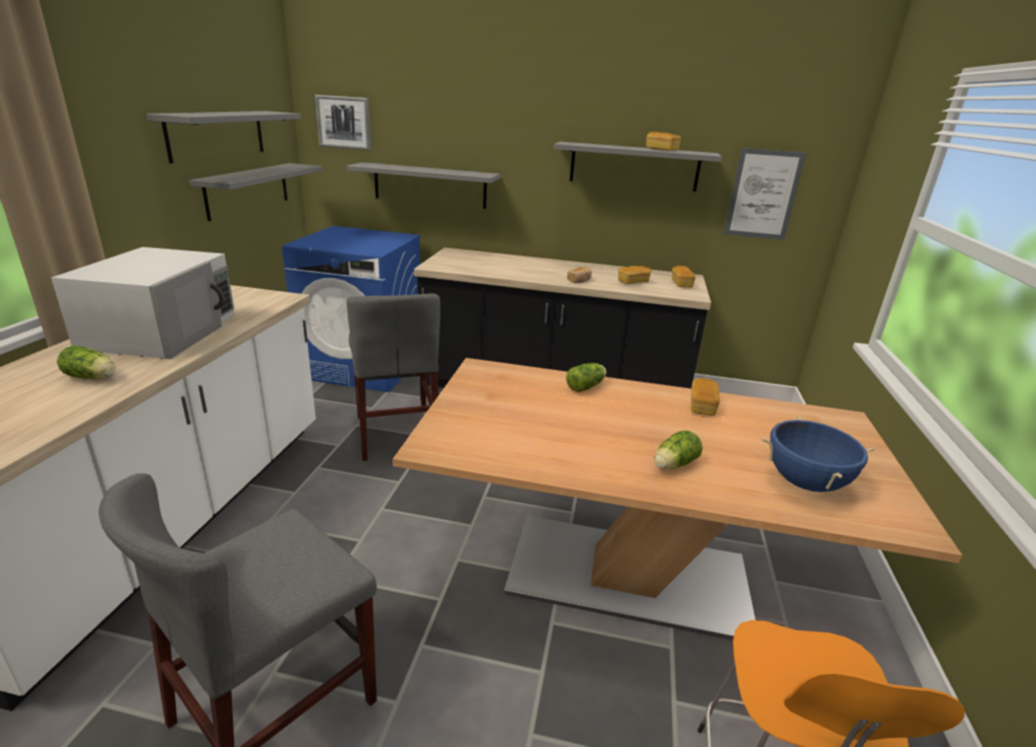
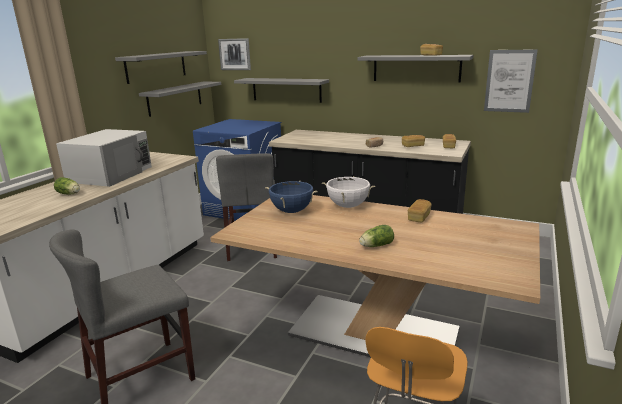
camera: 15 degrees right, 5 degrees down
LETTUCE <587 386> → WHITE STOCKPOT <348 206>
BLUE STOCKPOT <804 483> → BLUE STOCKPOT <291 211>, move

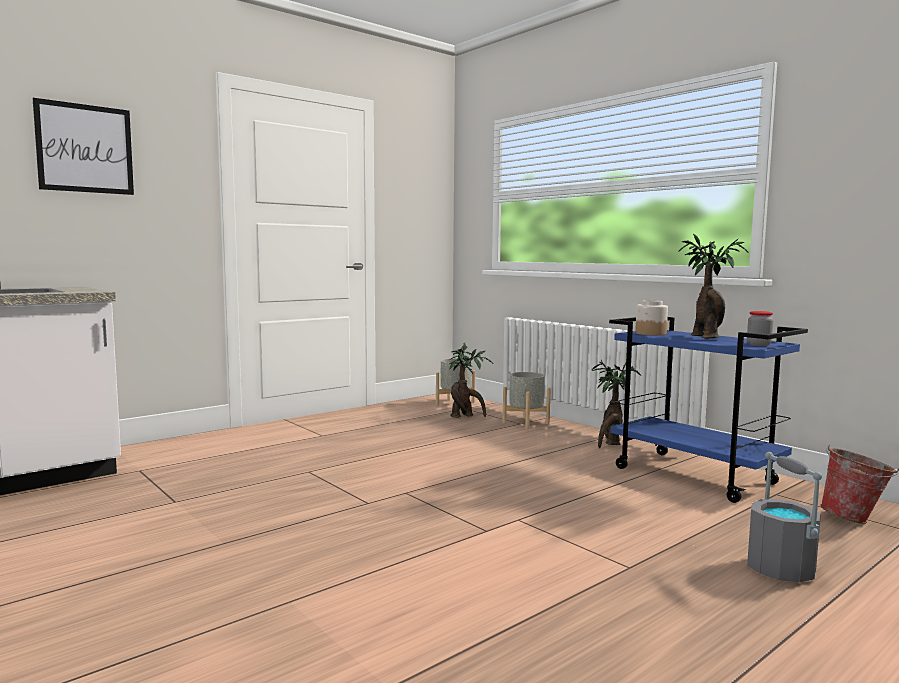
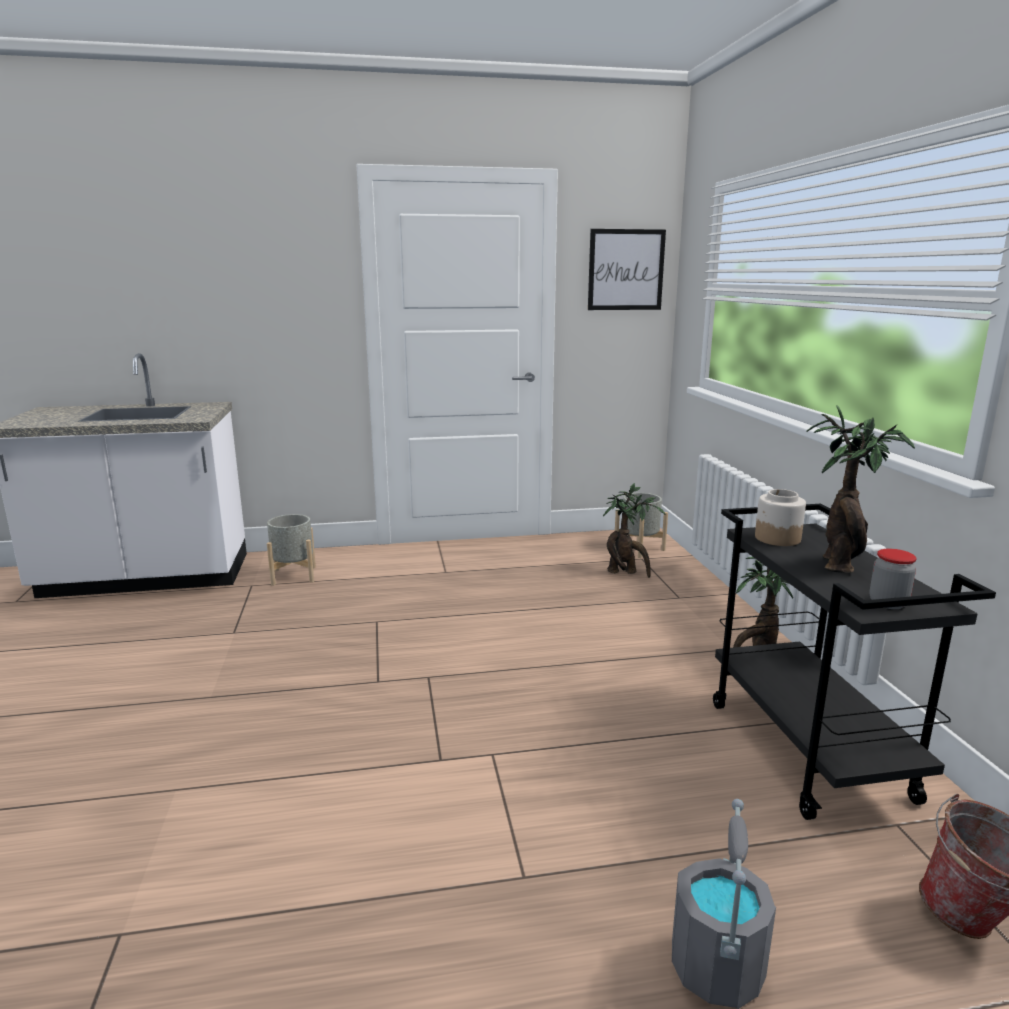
camera: 30 degrees right, 10 degrees up
WALL PICTURE <85 148> → WALL PICTURE <626 270>, move
GRAY PLANTER <525 423> → GRAY PLANTER <294 575>, move
BLUE CART <696 476> → BLACKISH CART <810 751>

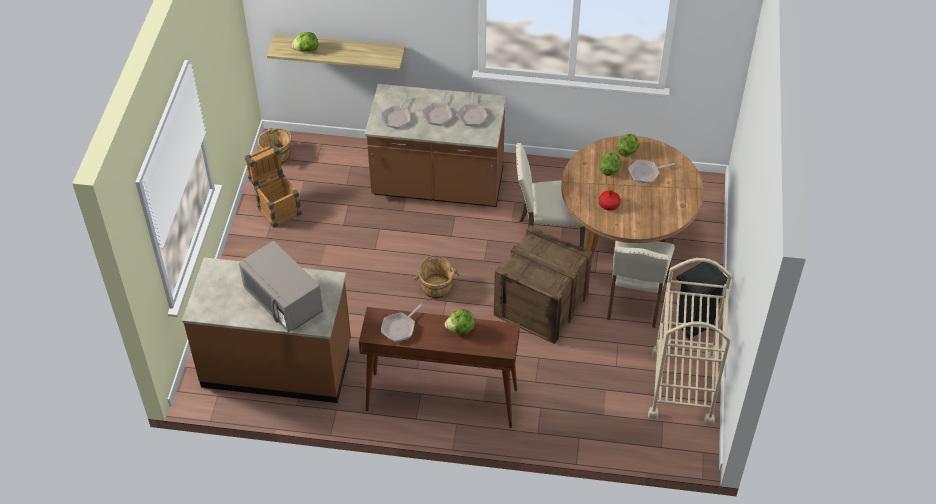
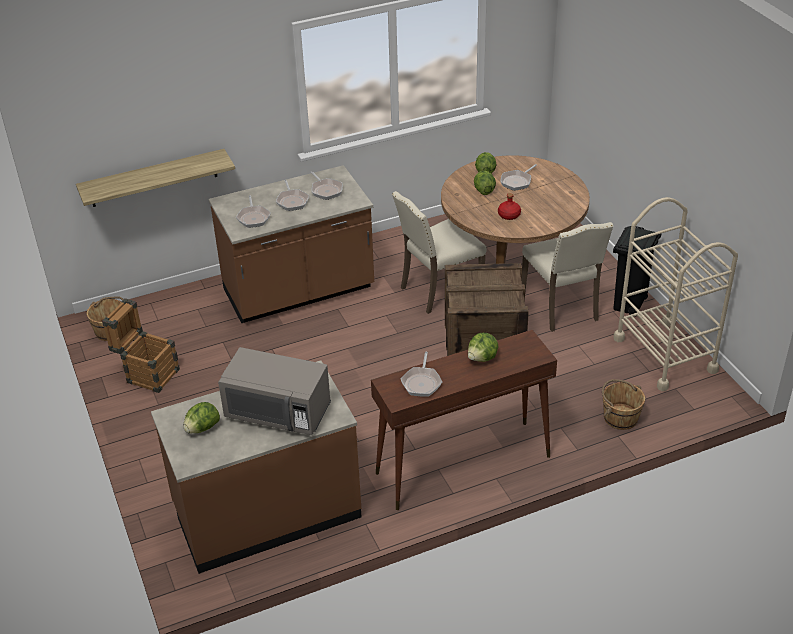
camera: 30 degrees left, 10 degrees down
LETTUCE <306 50> → LETTUCE <202 428>, move
BROWN PAIL <436 287> → BROWN PAIL <620 417>, move

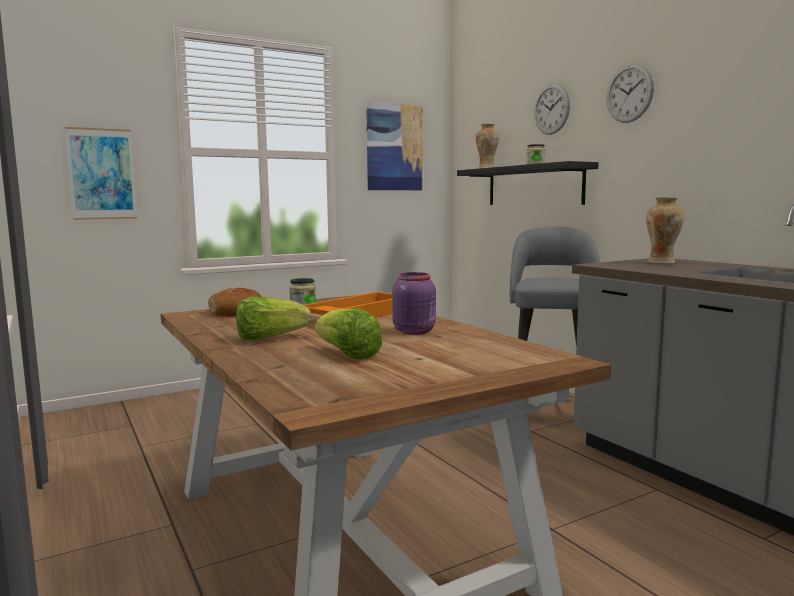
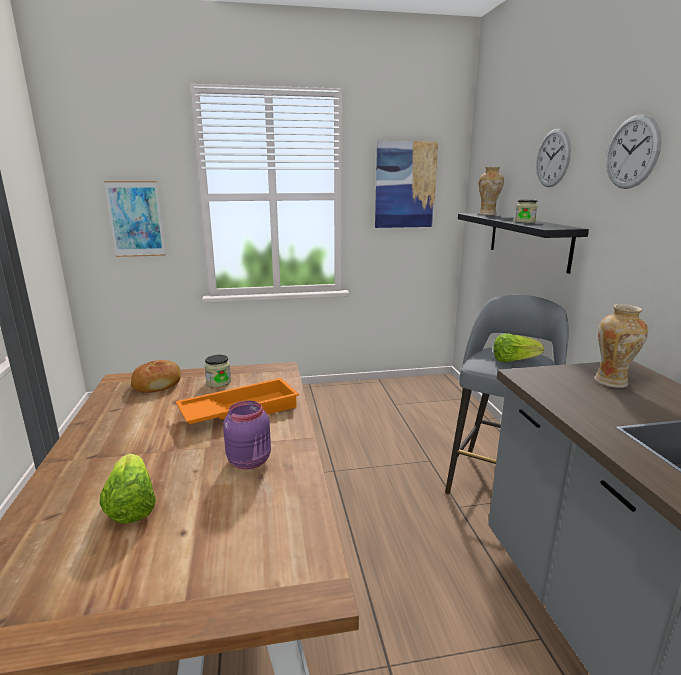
camera: 20 degrees right, 10 degrees up
LETTUCE <269 338> → LETTUCE <513 360>, move

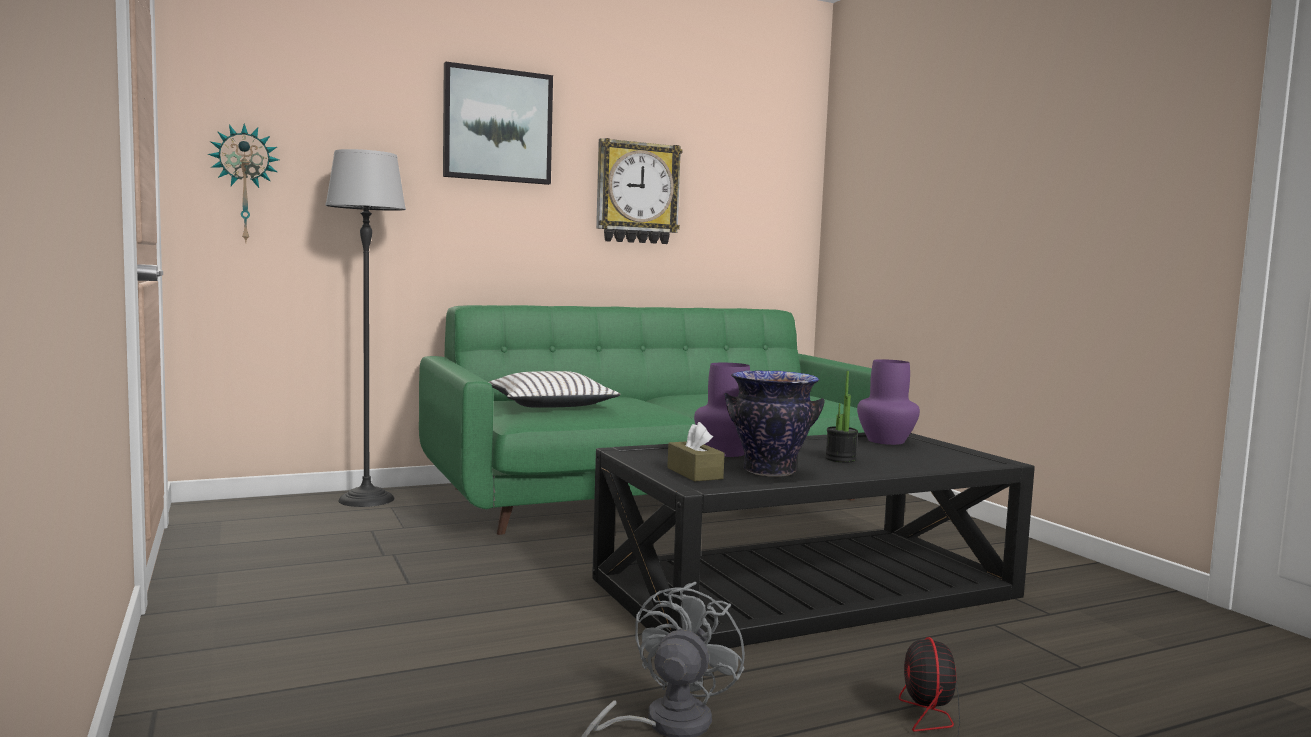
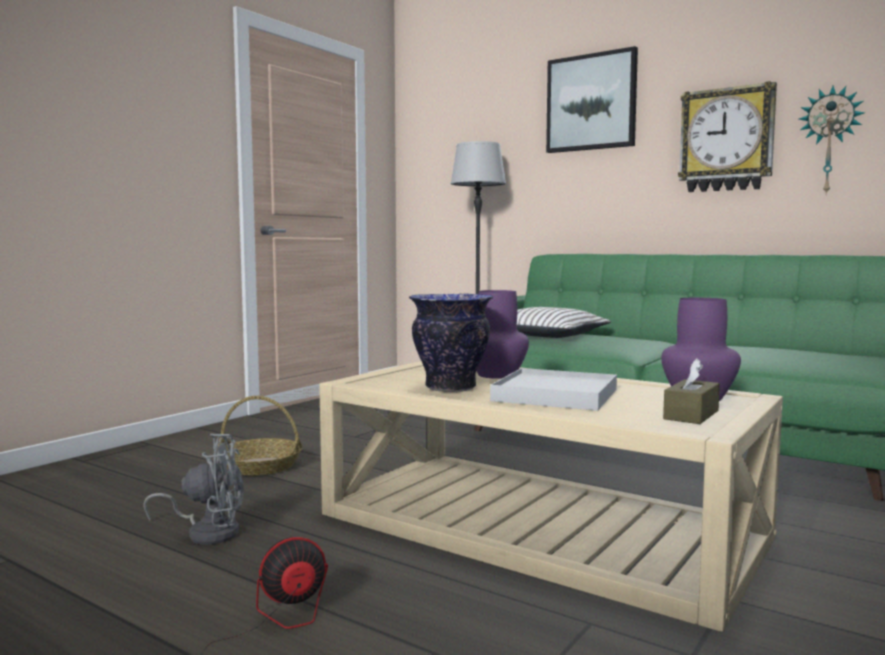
camera: 60 degrees right, 0 degrees up
WALL CLOCK <244 184> → WALL CLOCK <830 141>, move
BLACKISH LOUNGE TABLE <805 587> → SAND-COLOURED LOUNGE TABLE <539 525>
BROWN BOX OF TISSUES <694 473> → BROWN BOX OF TISSUES <691 415>, move
POTTED PLANT <840 459> → WHITE TRAY <555 395>
- → HOUSEHOLD BASKET <260 466>

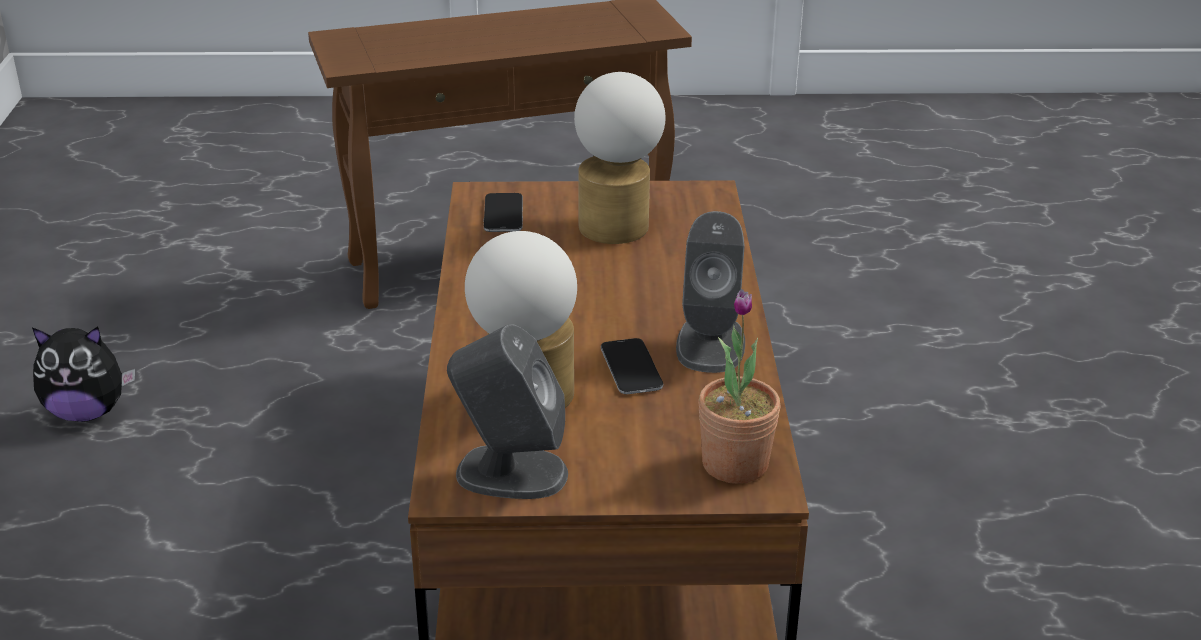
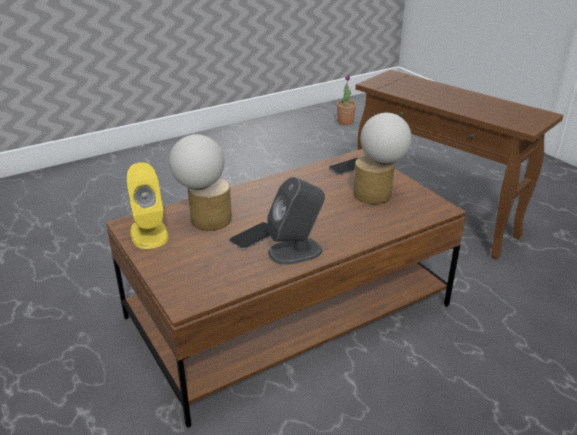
camera: 60 degrees right, 0 degrees up
SOFT TOY <87 412> → -
GRAY SPEAKER <510 473> → YELLOW-COLOURED SPEAKER <149 233>
POTTED PLANT <735 464> → POTTED PLANT <345 122>, move

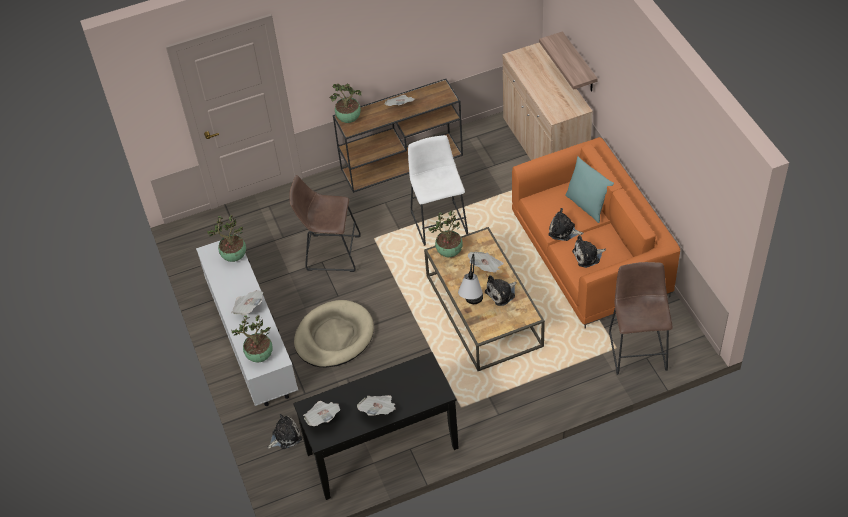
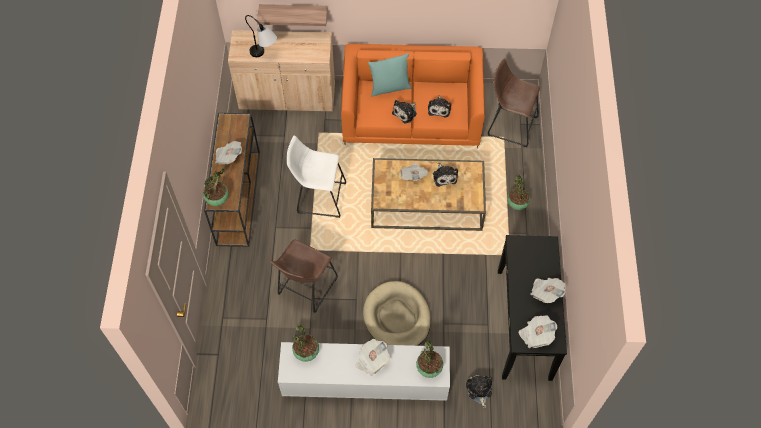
camera: 70 degrees left, 10 degrees up
POTTED PLANT <448 252> → POTTED PLANT <517 205>, move
LAMP FOR A TABLE <472 307> → LAMP FOR A TABLE <265 56>, move

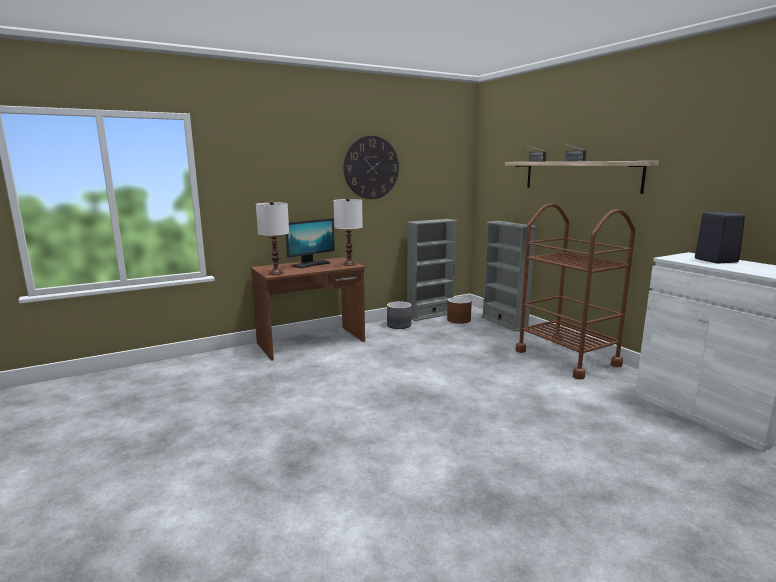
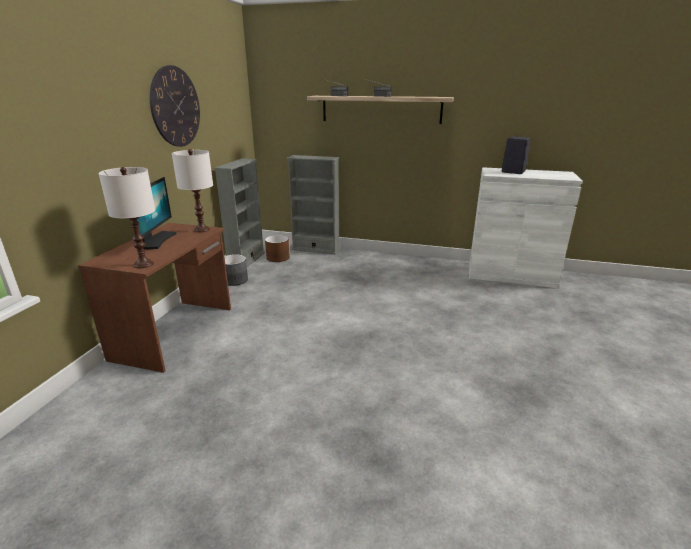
camera: 45 degrees left, 10 degrees up
BROWN CART <566 358> → -

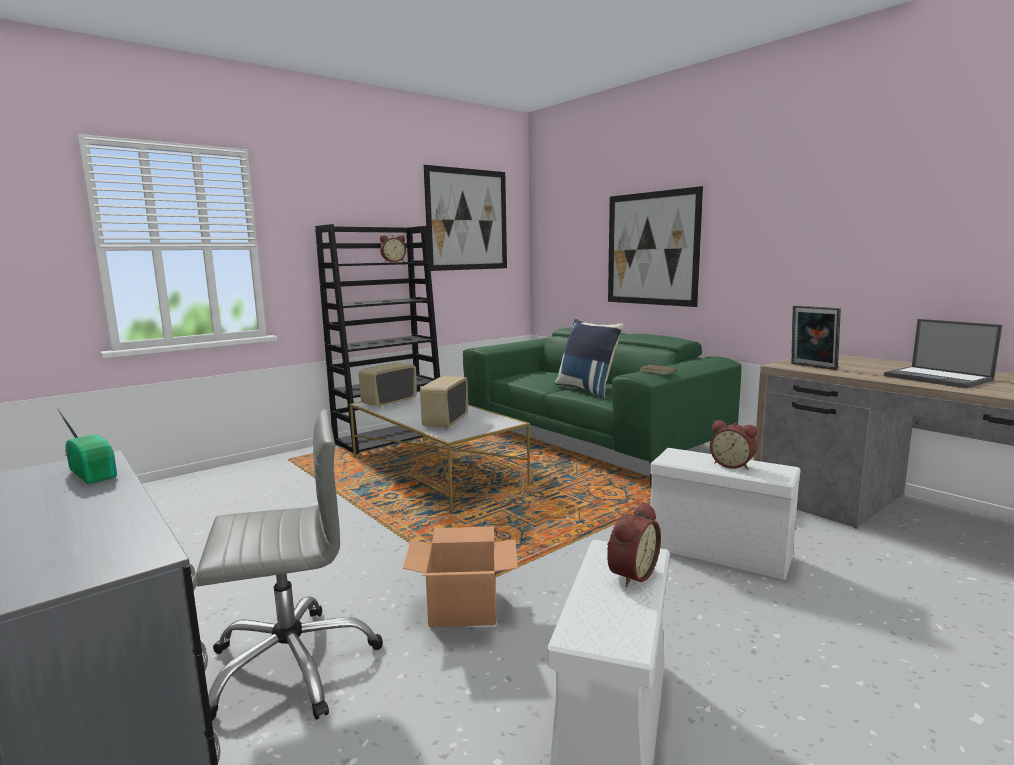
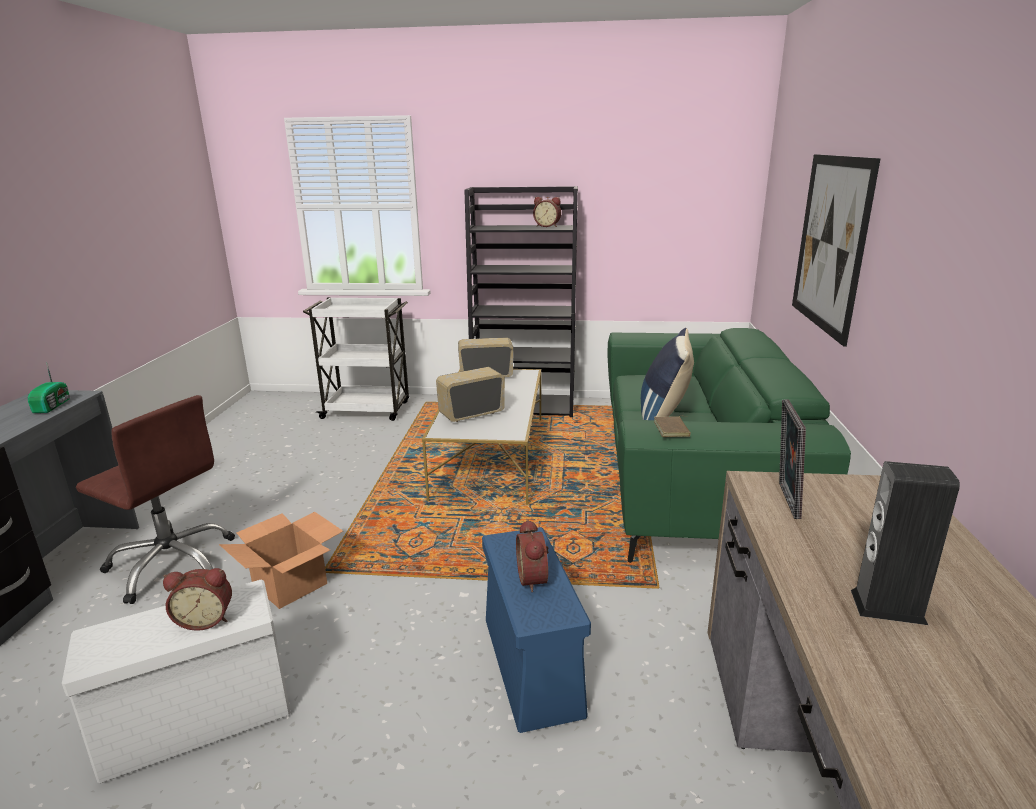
camera: 45 degrees right, 10 degrees up
GRAY DESK CHAIR <291 664> → BROWN DESK CHAIR <172 563>
WALL PICTURE <467 220> → -
WHITE STORAGE BIN <721 552> → BLUE STORAGE BIN <533 667>
LAPTOP <938 378> → SPEAKER <888 607>
- → WHITE CART <368 410>

